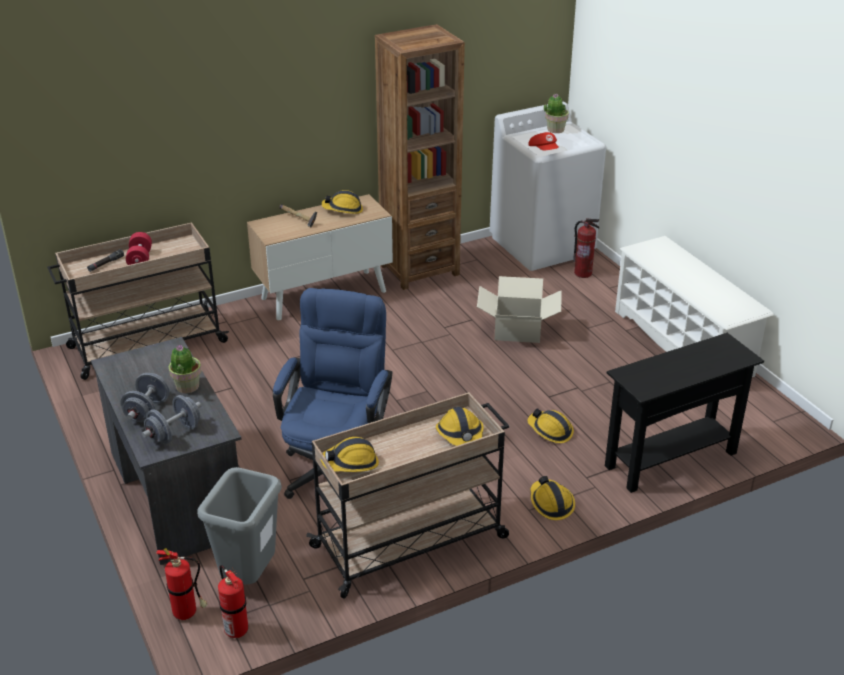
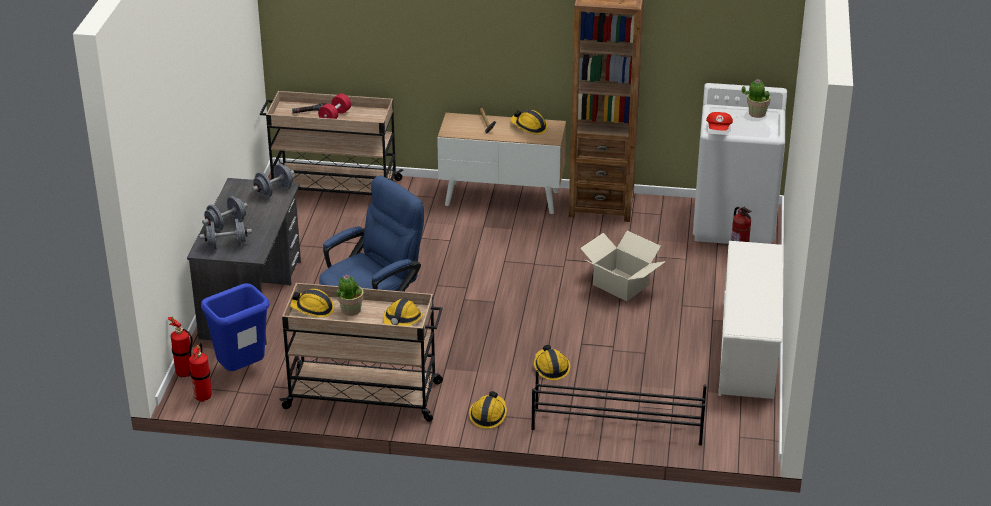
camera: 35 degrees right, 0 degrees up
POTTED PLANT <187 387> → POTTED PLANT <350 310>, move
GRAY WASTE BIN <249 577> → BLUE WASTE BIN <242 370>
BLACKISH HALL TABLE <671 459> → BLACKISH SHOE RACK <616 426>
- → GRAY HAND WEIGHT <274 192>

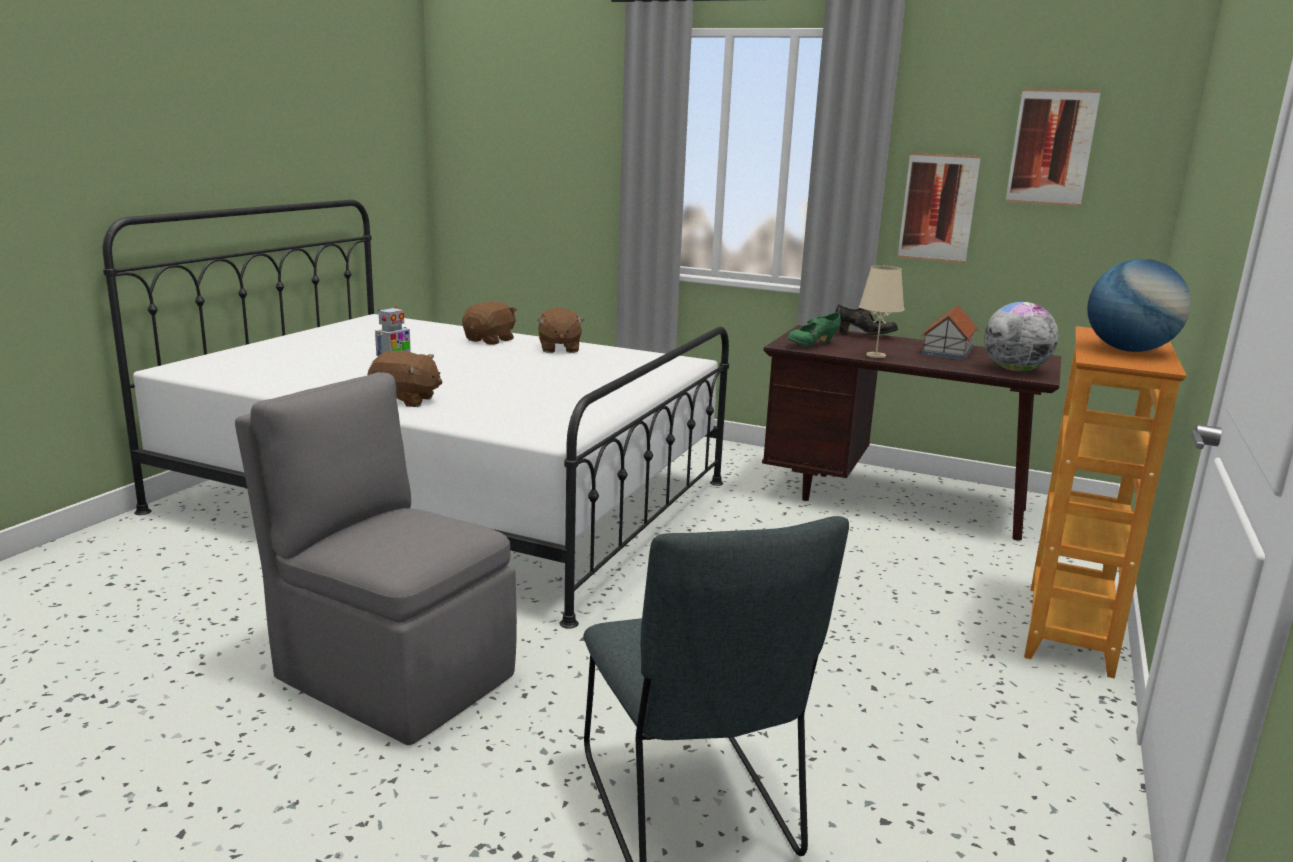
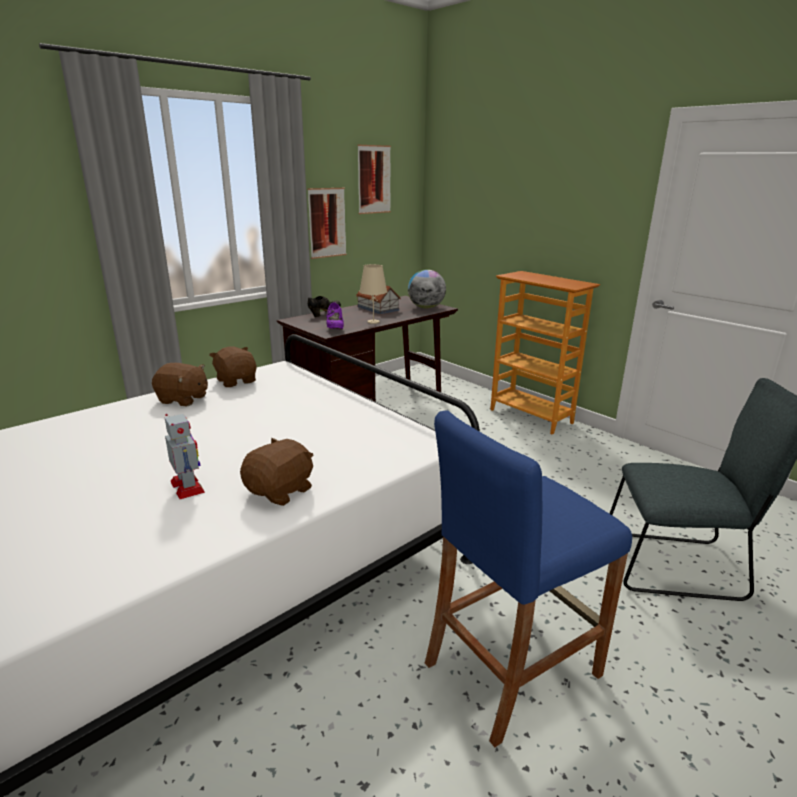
camera: 65 degrees left, 5 degrees up
GRAY PLAIN CHAIR <391 674> → BLUE STOOL <512 668>
BROWN SOFT TOY <490 340> → BROWN SOFT TOY <236 381>, move
GREEN-COLOURED SHOE <812 345> → PURPLISH SHOE <335 328>
GLOBE <1128 350> → -

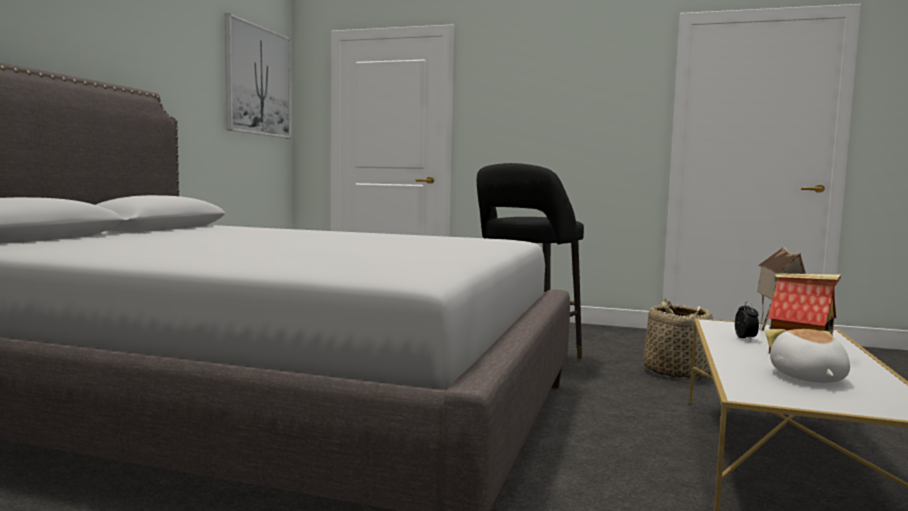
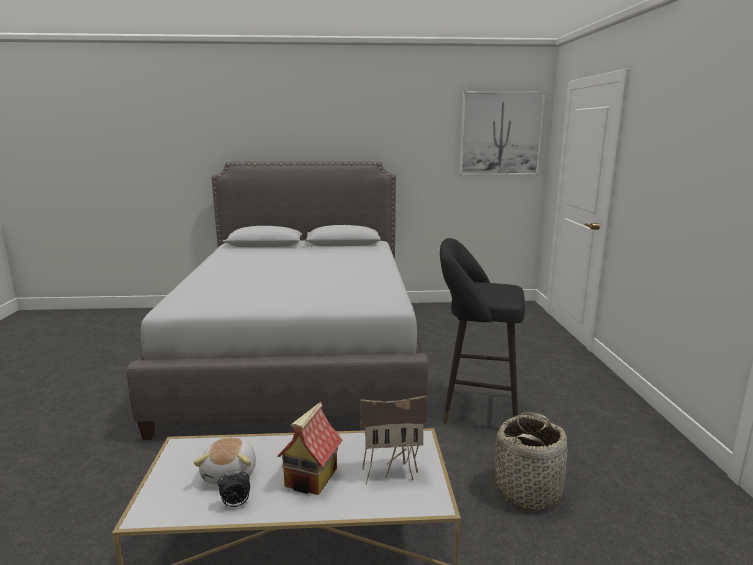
camera: 70 degrees right, 10 degrees up
ALARM CLOCK <745 339> → ALARM CLOCK <236 504>, move
SOFT TOY <807 378> → SOFT TOY <231 473>, 105 degrees clockwise

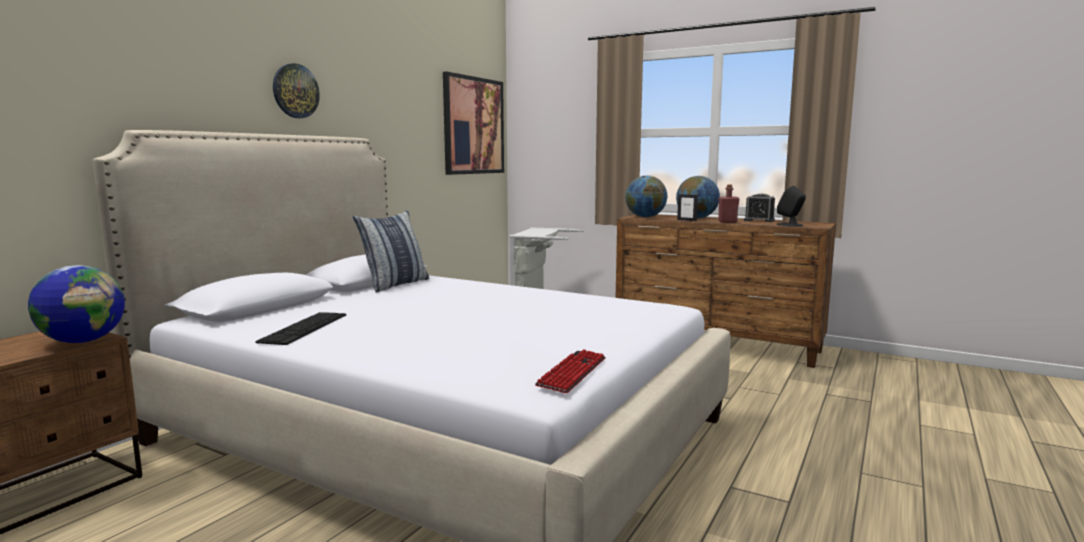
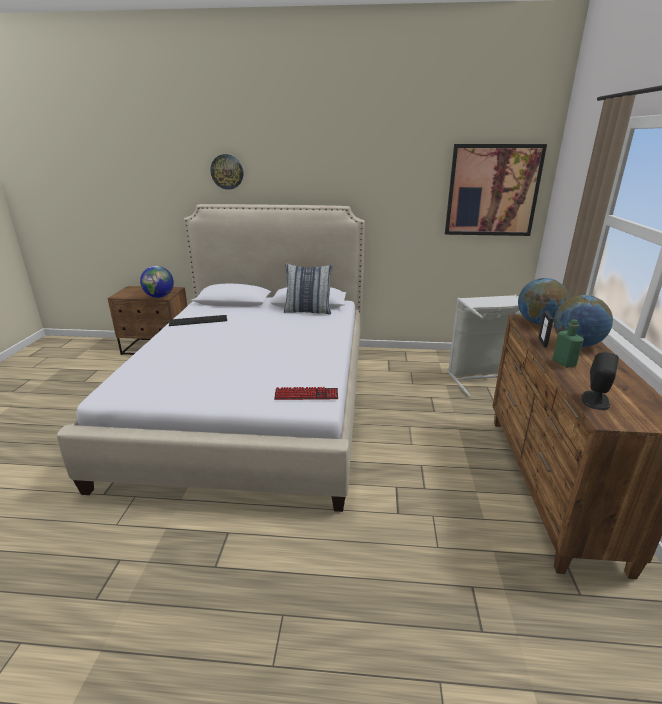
camera: 65 degrees right, 15 degrees up
WALL CLOCK <295 91> → WALL CLOCK <227 172>, move
PC KEYBOARD <572 372> → PC KEYBOARD <306 395>, move
RED BOTTLE <727 222> → GREEN-COLOURED BOTTLE <564 363>
ALARM CLOCK <759 220> → -

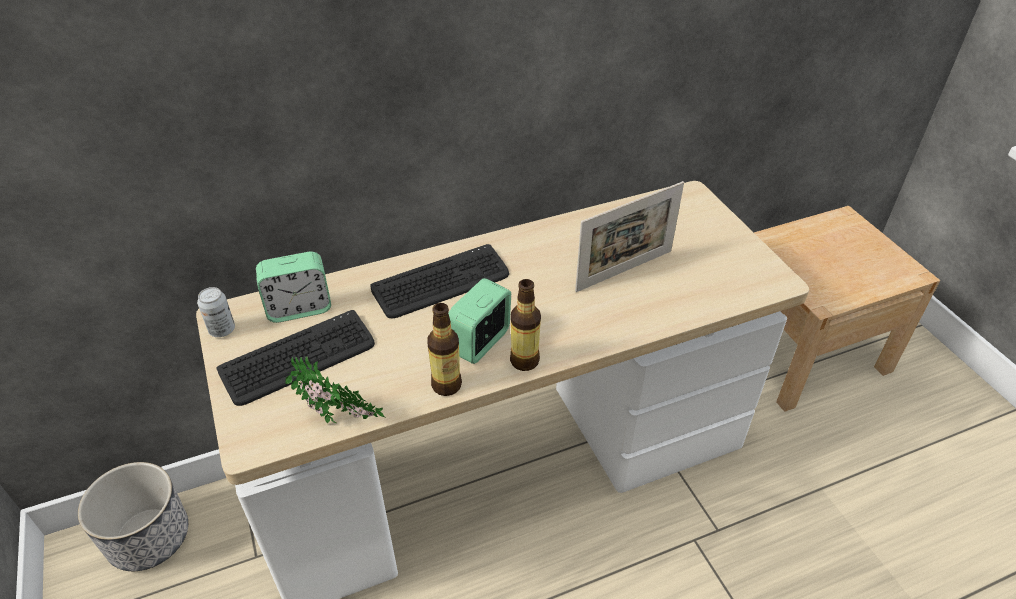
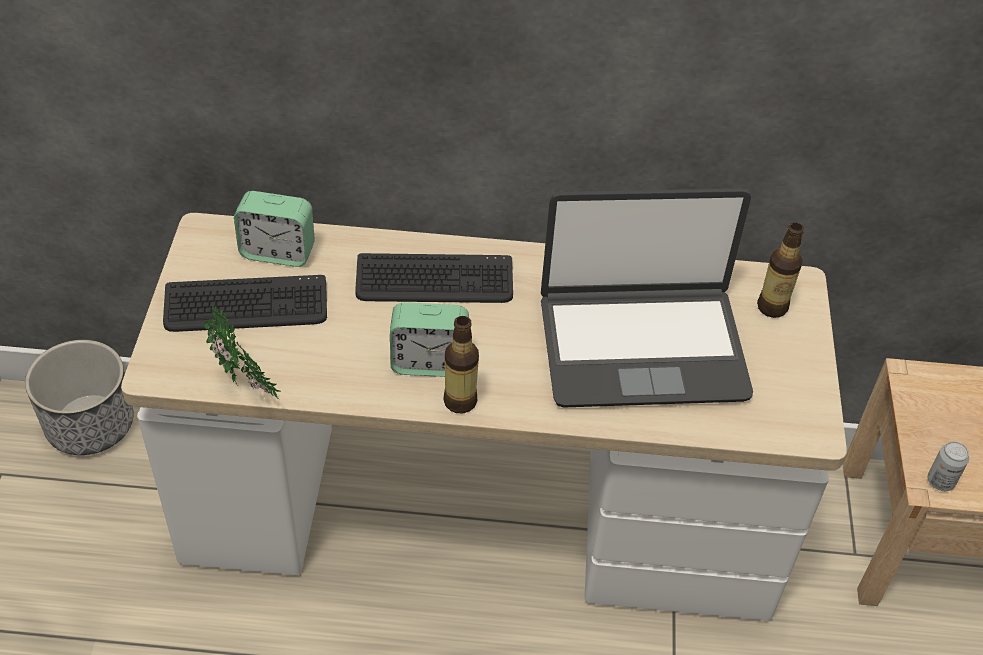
camera: 25 degrees right, 5 degrees up
CAN <222 330> → CAN <940 481>, move
BOTTLE <446 385> → BOTTLE <772 307>, move
ALARM CLOCK <480 342> → ALARM CLOCK <429 362>, 150 degrees counterclockwise
PHOTO FRAME <624 270> → LAPTOP <642 346>

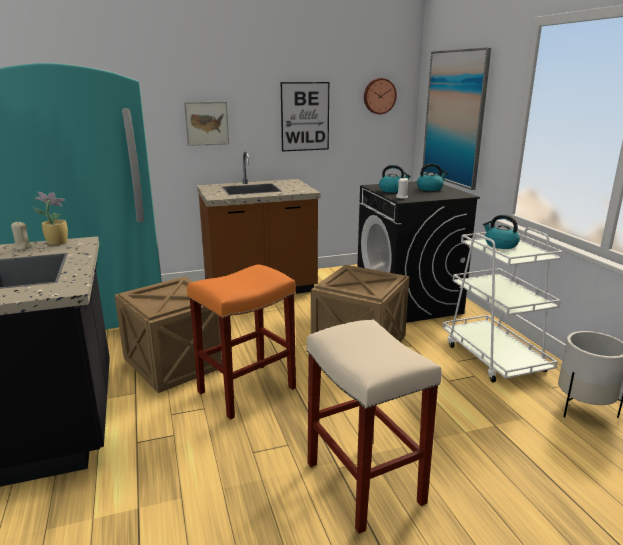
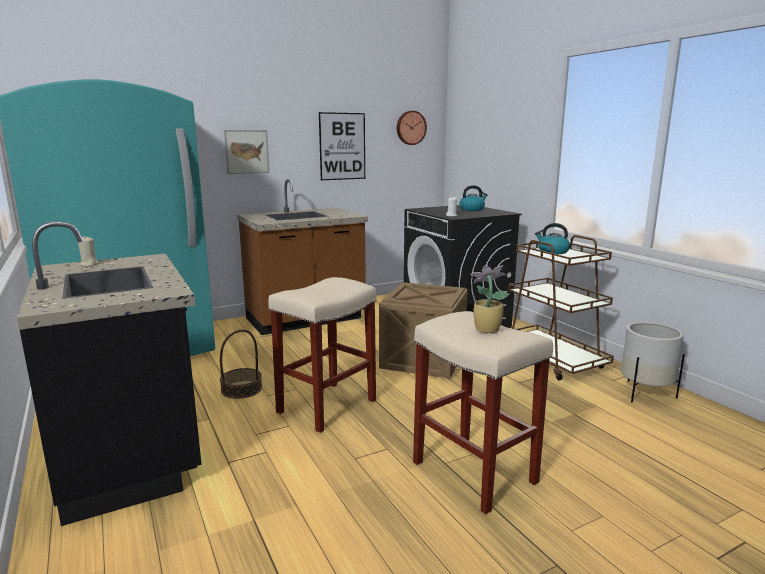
camera: 10 degrees left, 5 degrees down
POTTED PLANT <56 242> → POTTED PLANT <485 329>, move
SHIPPING CRATE <175 363> → HOUSEHOLD BASKET <241 389>
ORANGE-COLOURED STOOL <247 389> → SAND-COLOURED STOOL <327 405>
WATER KETTLE <392 190> → -
WALL PICTURE <454 118> → -
WHITE CART <494 357> → BROWN CART <552 360>

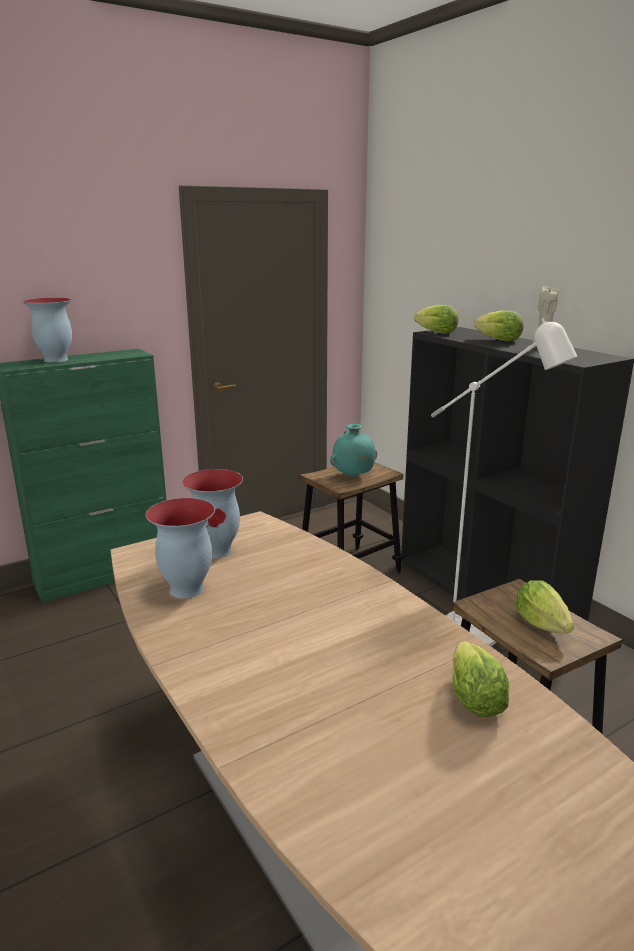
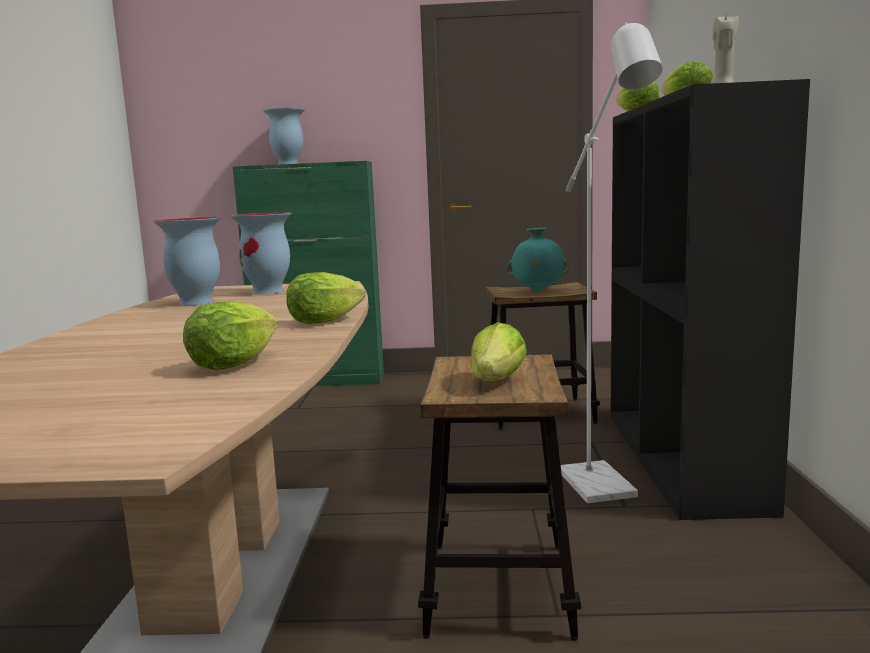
camera: 35 degrees right, 10 degrees down
- → LETTUCE <324 321>

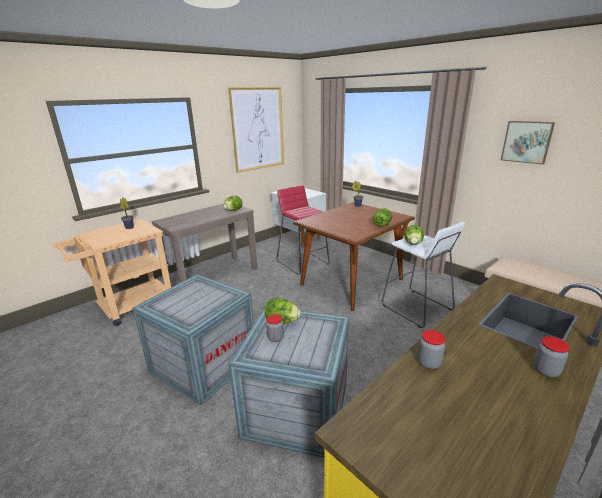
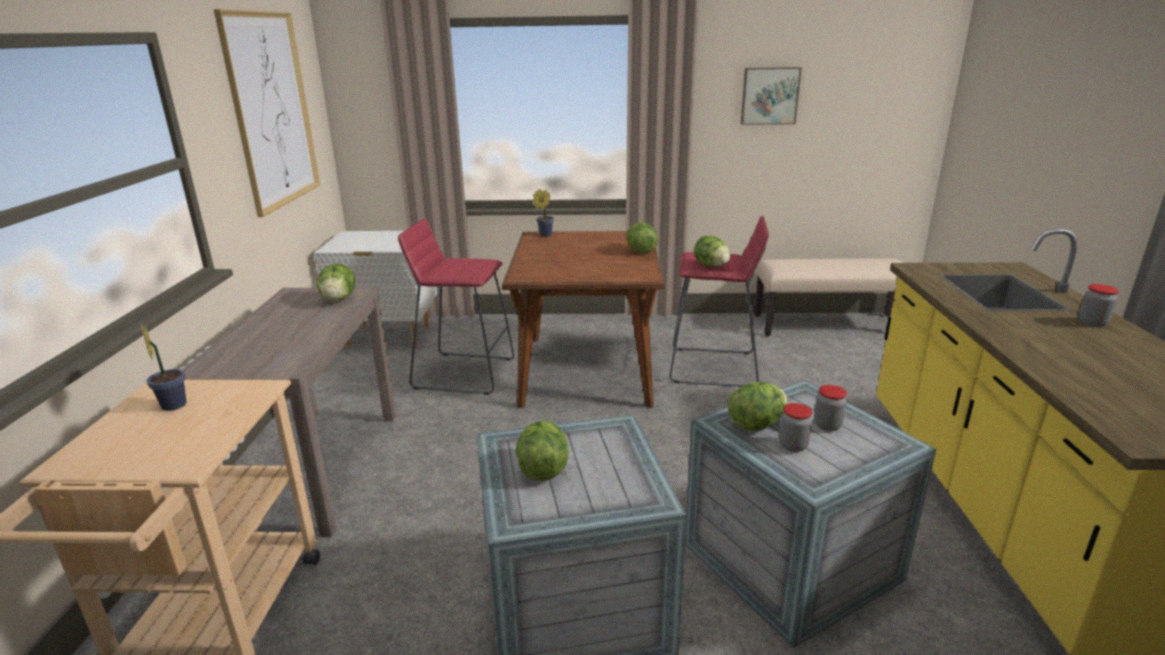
camera: 45 degrees left, 0 degrees up
WHITE STOOL <416 308> → RED STOOL <714 368>
STORAGE JAR <429 363> → STORAGE JAR <827 425>, move
- → LETTUCE <542 469>

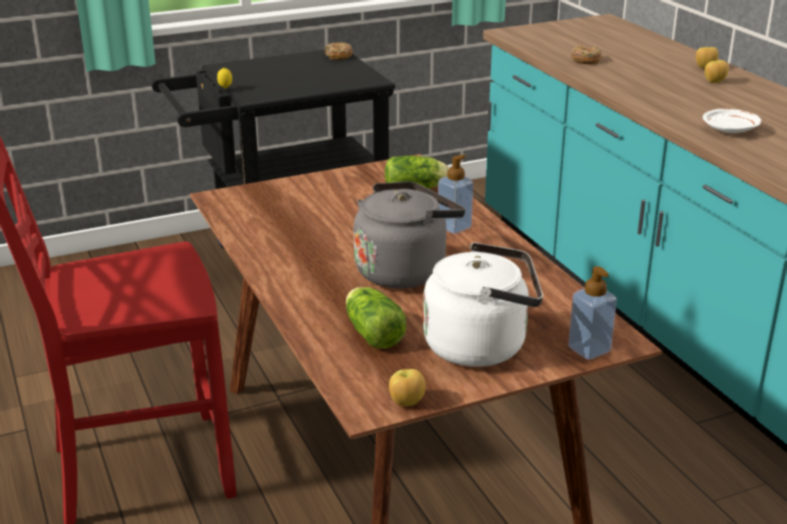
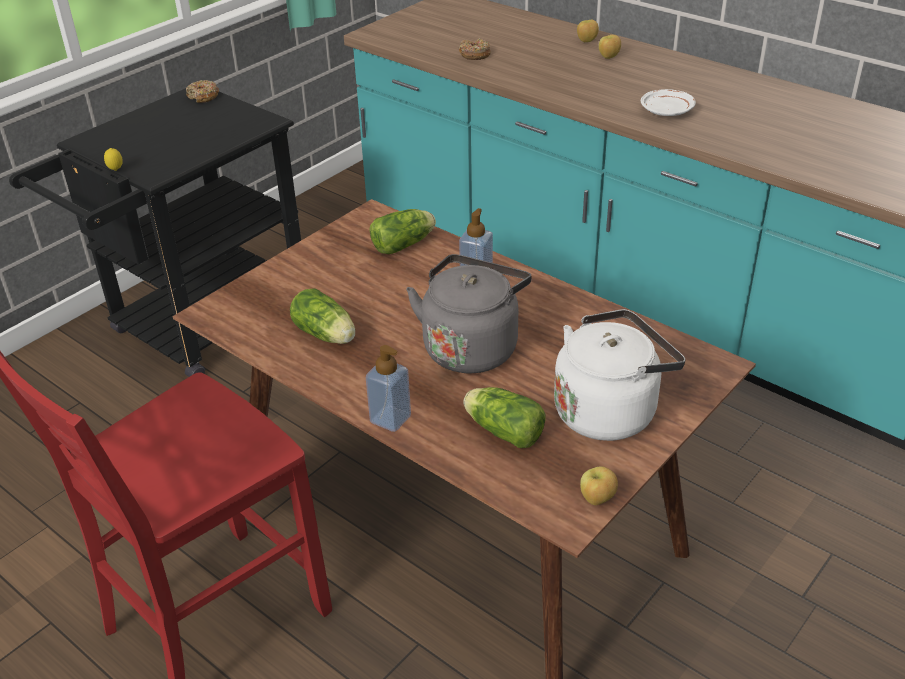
camera: 25 degrees left, 10 degrees up
LIQUID SOAP BOTTLE <589 349> → LIQUID SOAP BOTTLE <390 419>, move
- → LETTUCE <327 335>

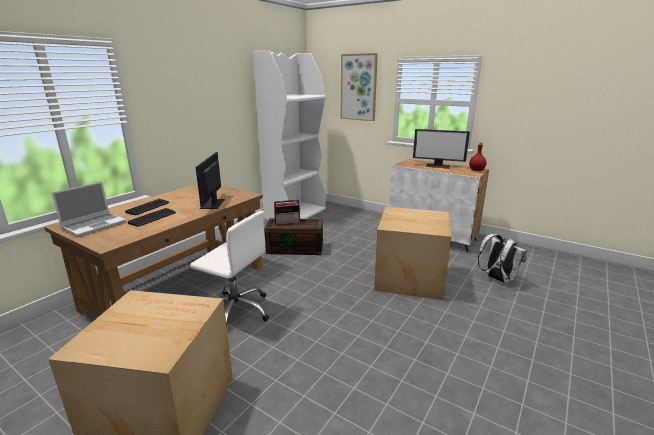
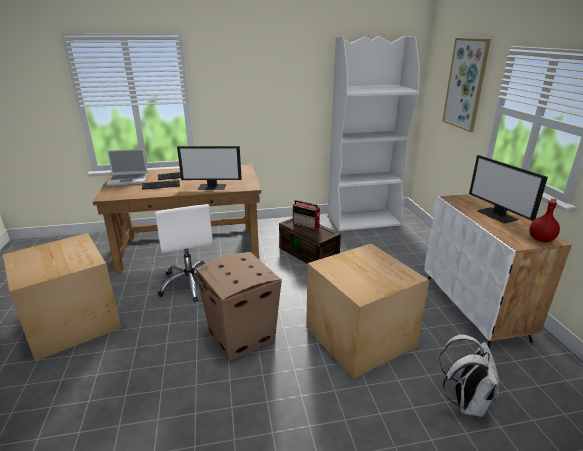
camera: 45 degrees right, 5 degrees up
COMPUTER SCREEN <213 204> → COMPUTER SCREEN <212 187>, 135 degrees counterclockwise
- → CARTON <242 336>

